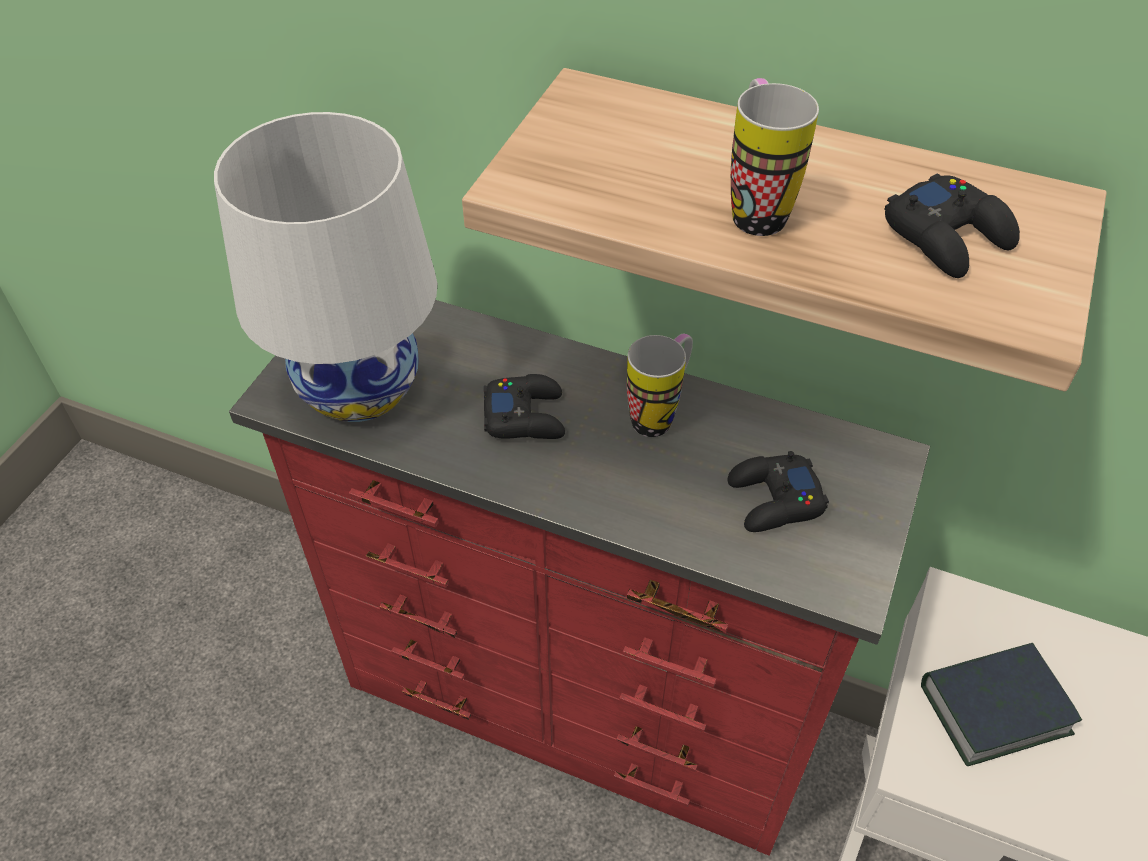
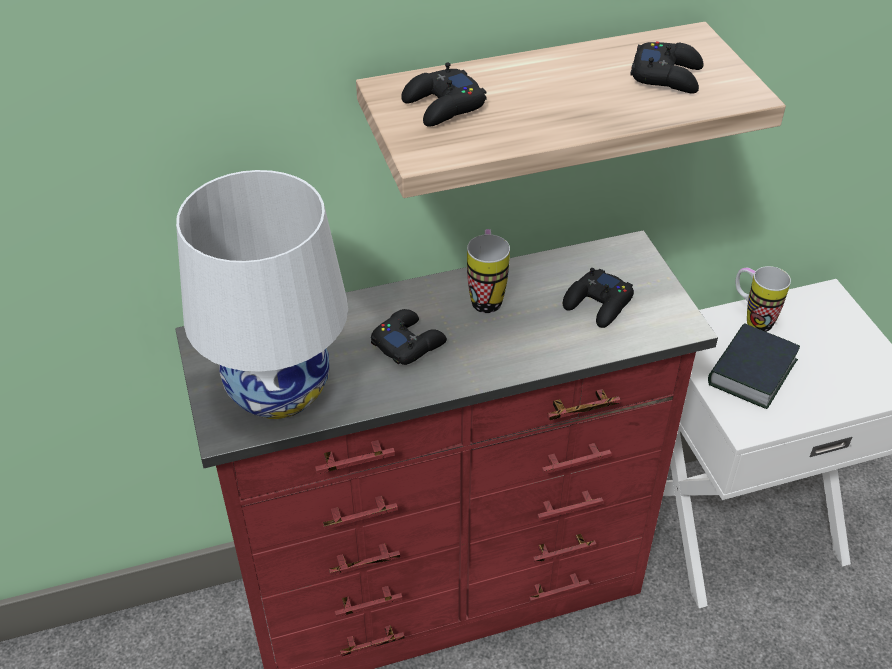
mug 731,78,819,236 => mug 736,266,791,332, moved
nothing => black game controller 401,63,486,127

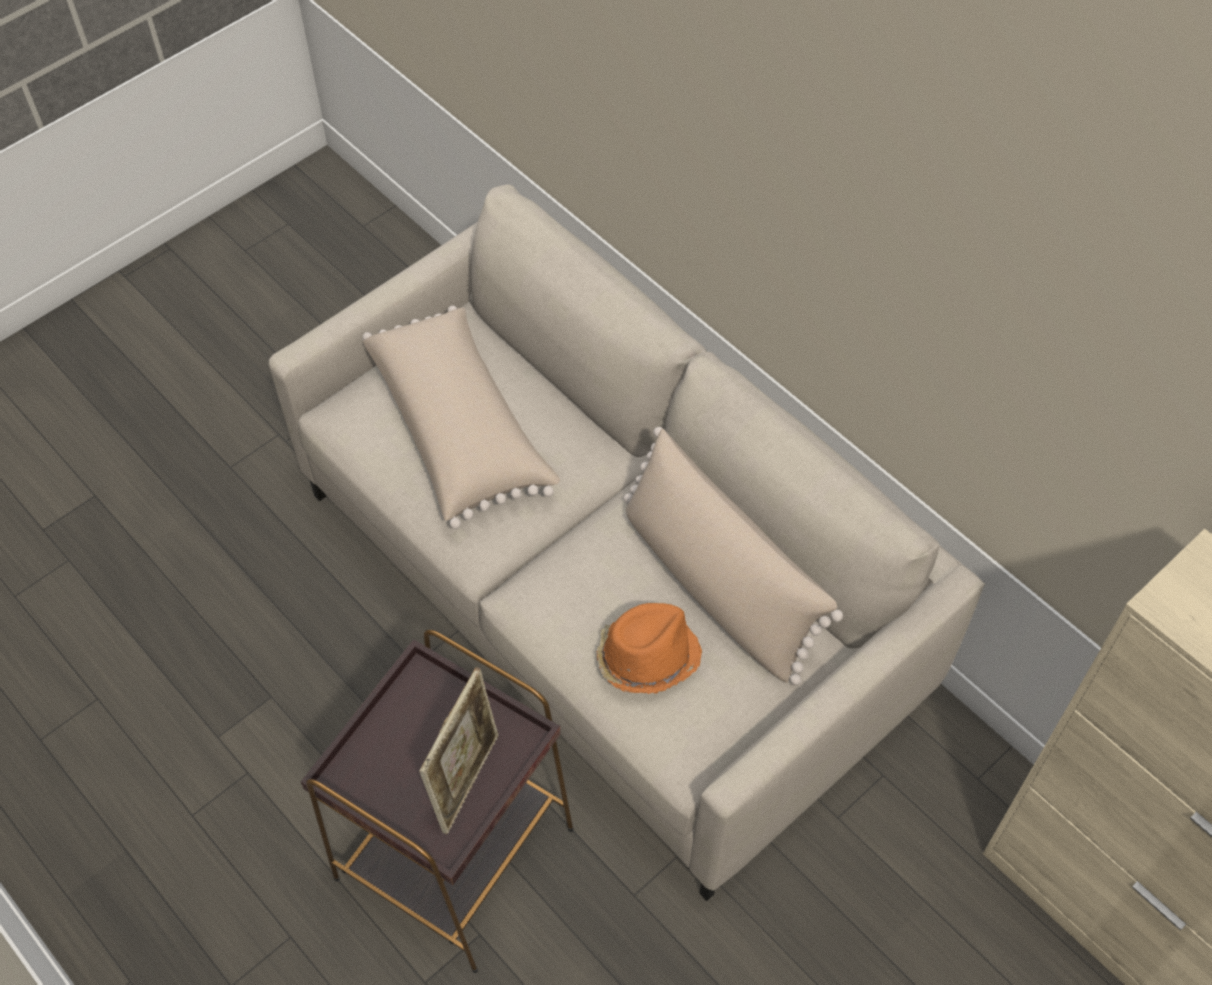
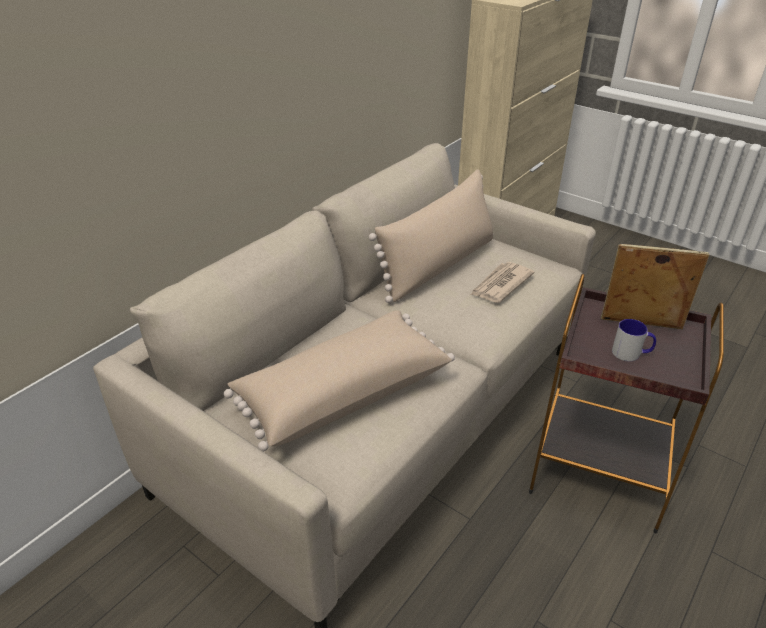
orange hat 596,603,702,694 => newspaper 470,262,534,303
nothing => mug 612,319,656,361

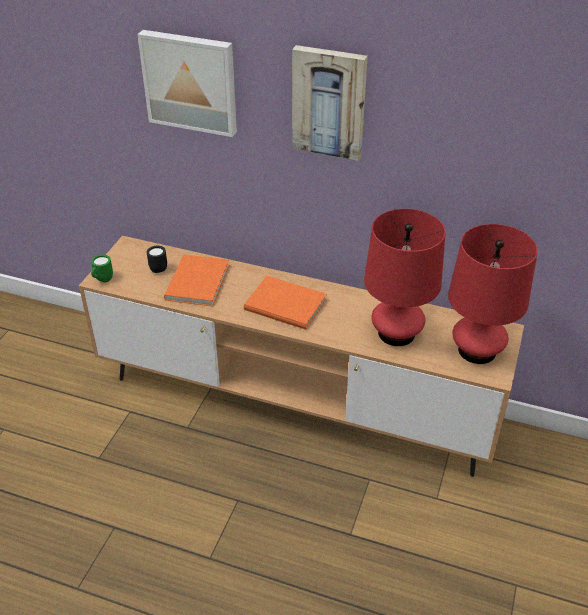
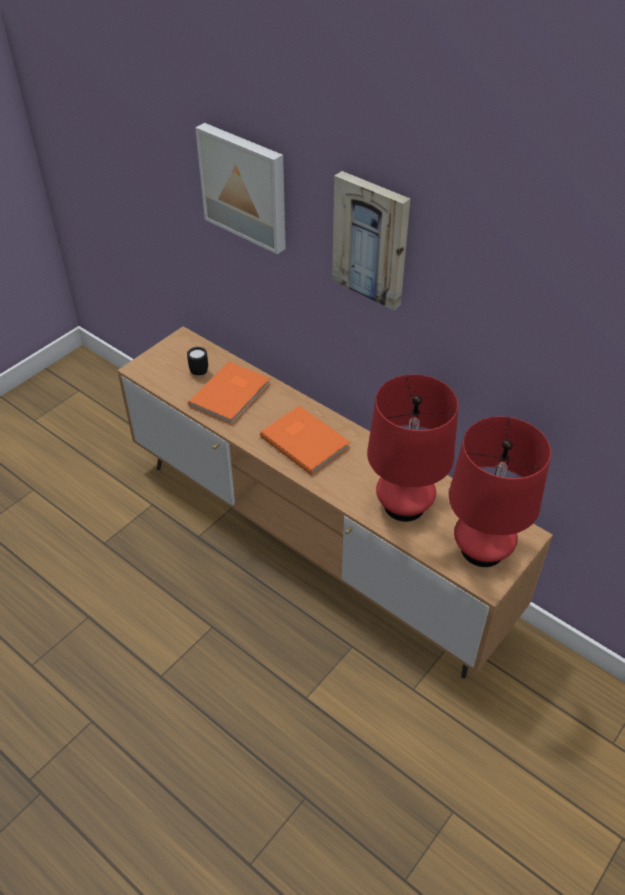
green mug 91,254,113,282 => nothing

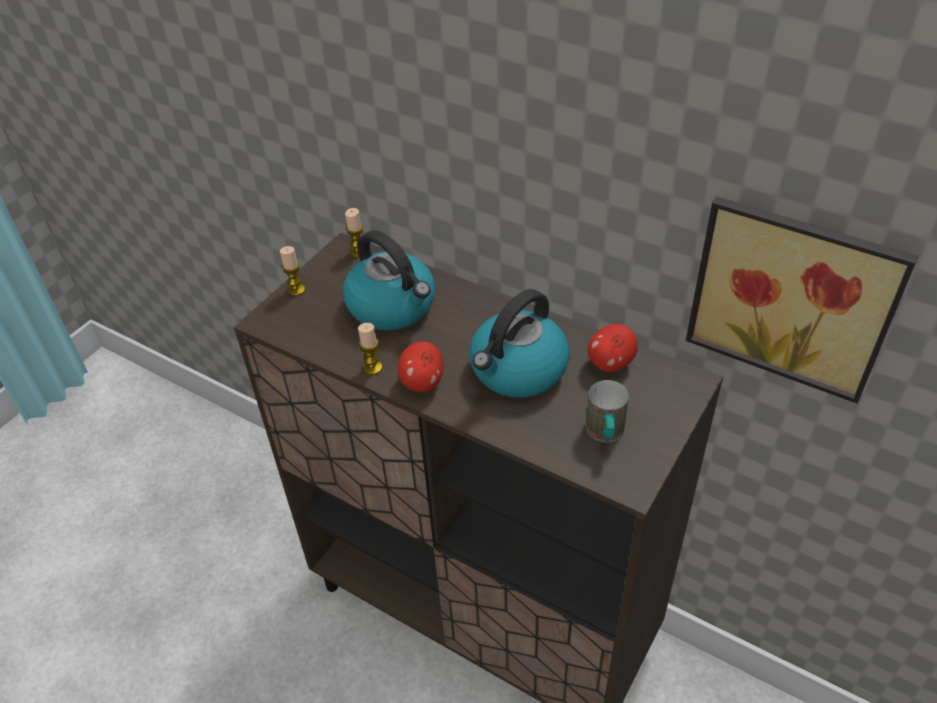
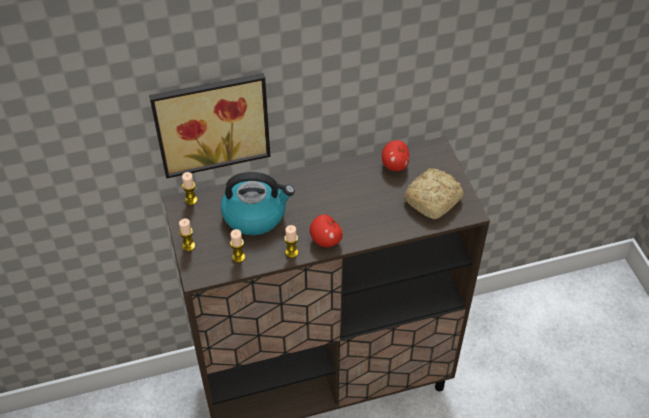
picture 686,197,918,403 => picture 149,73,270,179, moved
kettle 469,289,569,398 => nothing
mug 586,380,629,443 => bread 404,168,464,219
nothing => candle 230,229,245,263

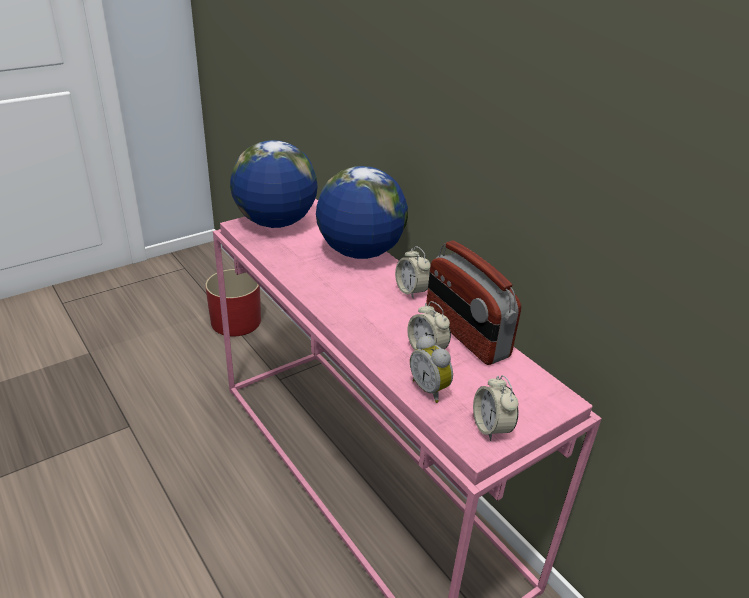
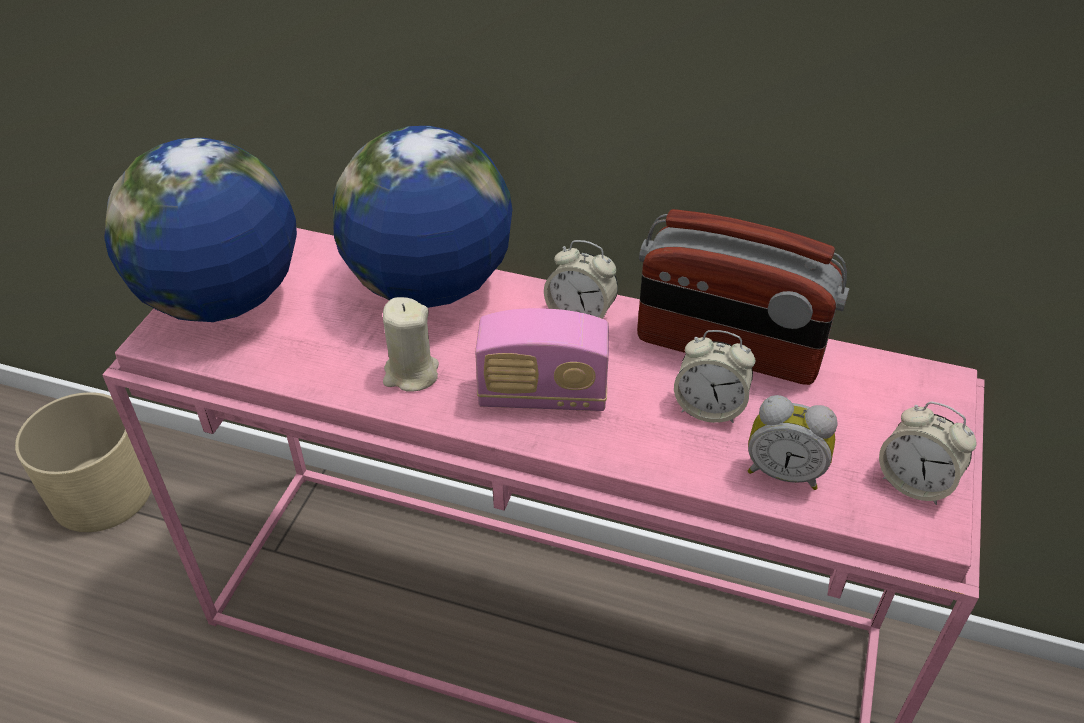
red planter 205,269,261,336 => beige planter 15,392,151,532
nothing => beige candle 383,297,439,392
nothing => radio 475,308,609,411

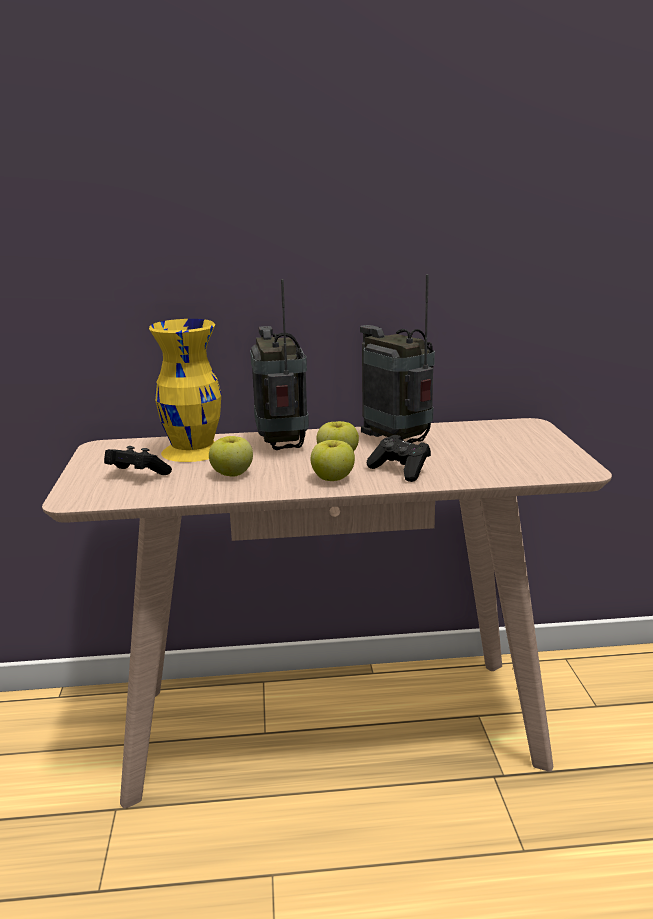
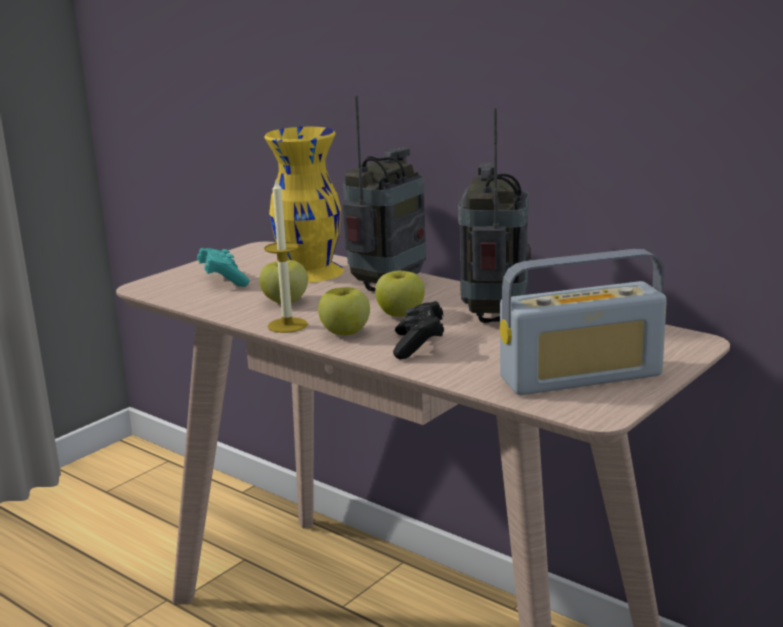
black game controller 104,446,172,475 => turquoise game controller 197,248,249,287
nothing => candle 264,178,308,333
nothing => radio 500,249,667,395

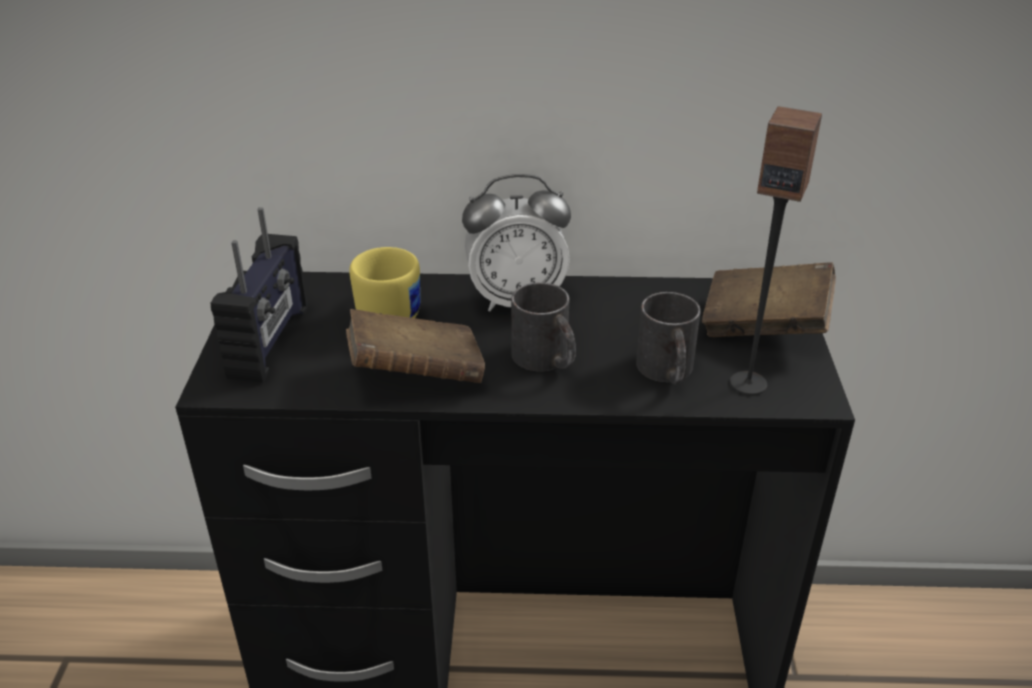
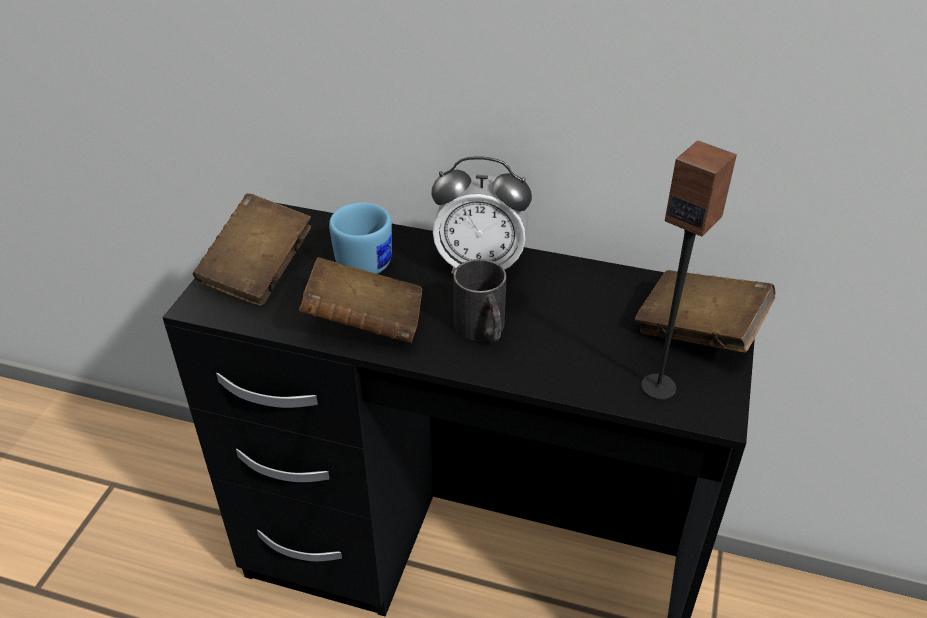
radio 211,207,308,383 => brown book 193,193,311,306
yellow mug 349,247,420,318 => blue mug 329,202,392,274
black mug 636,292,701,385 => nothing

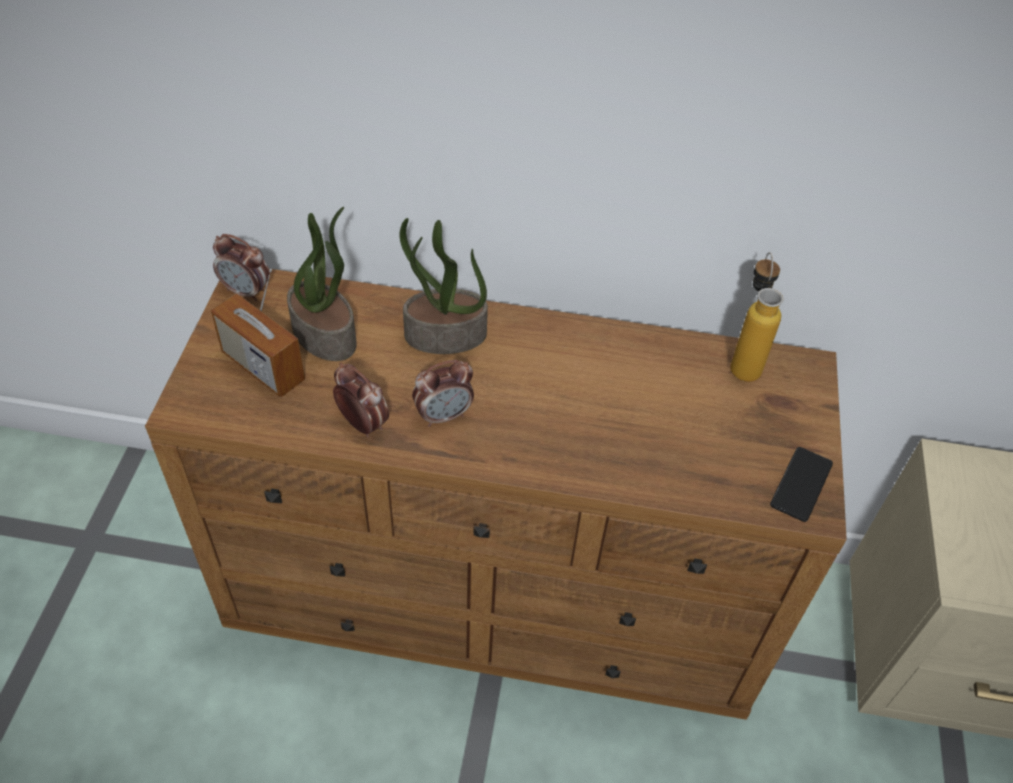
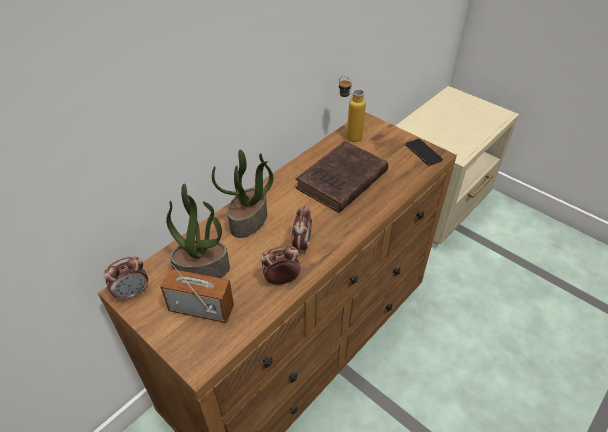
radio 211,269,305,397 => radio 160,259,234,323, 150 degrees counterclockwise
nothing => brown book 295,141,388,213

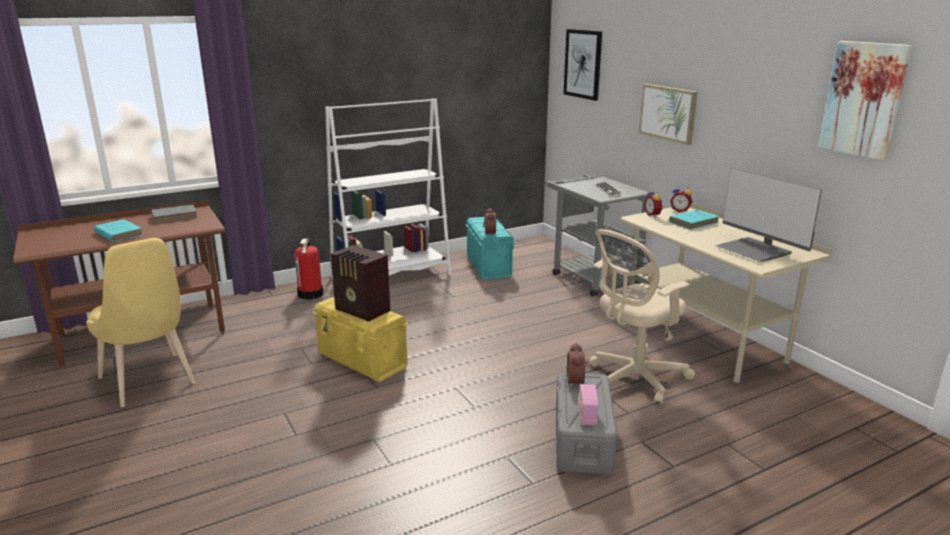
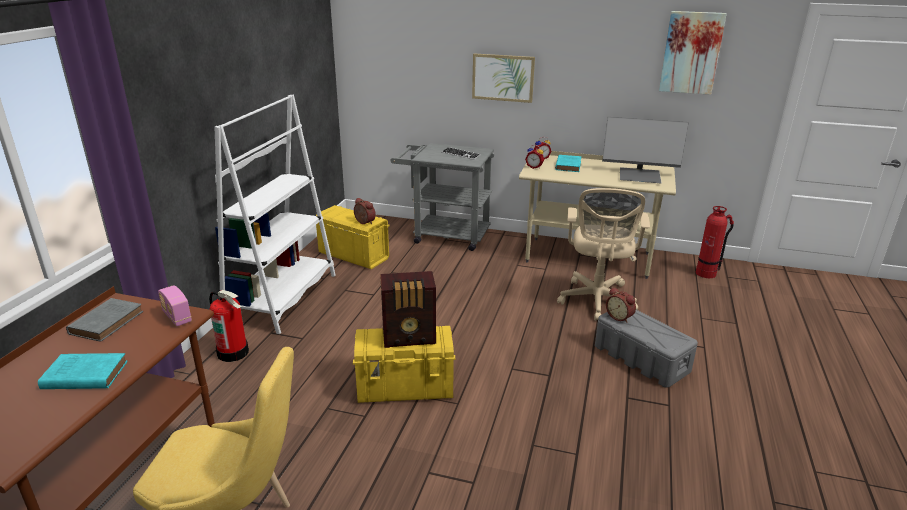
picture 563,29,602,101 => nothing
turquoise storage box 466,217,515,280 => yellow storage box 316,205,390,269
radio 578,384,598,425 => radio 158,285,192,326, moved
nothing => fire extinguisher 696,206,734,278

